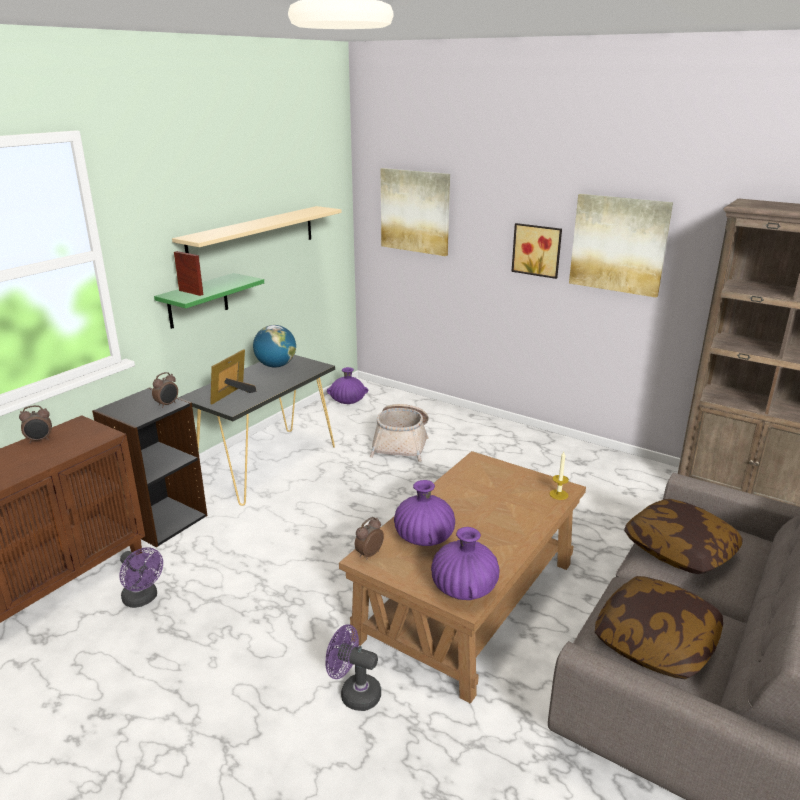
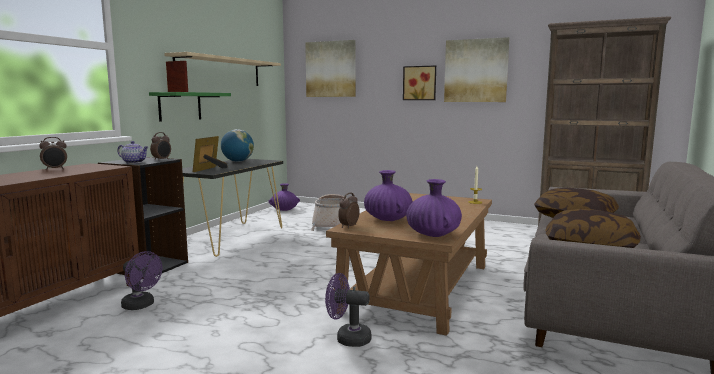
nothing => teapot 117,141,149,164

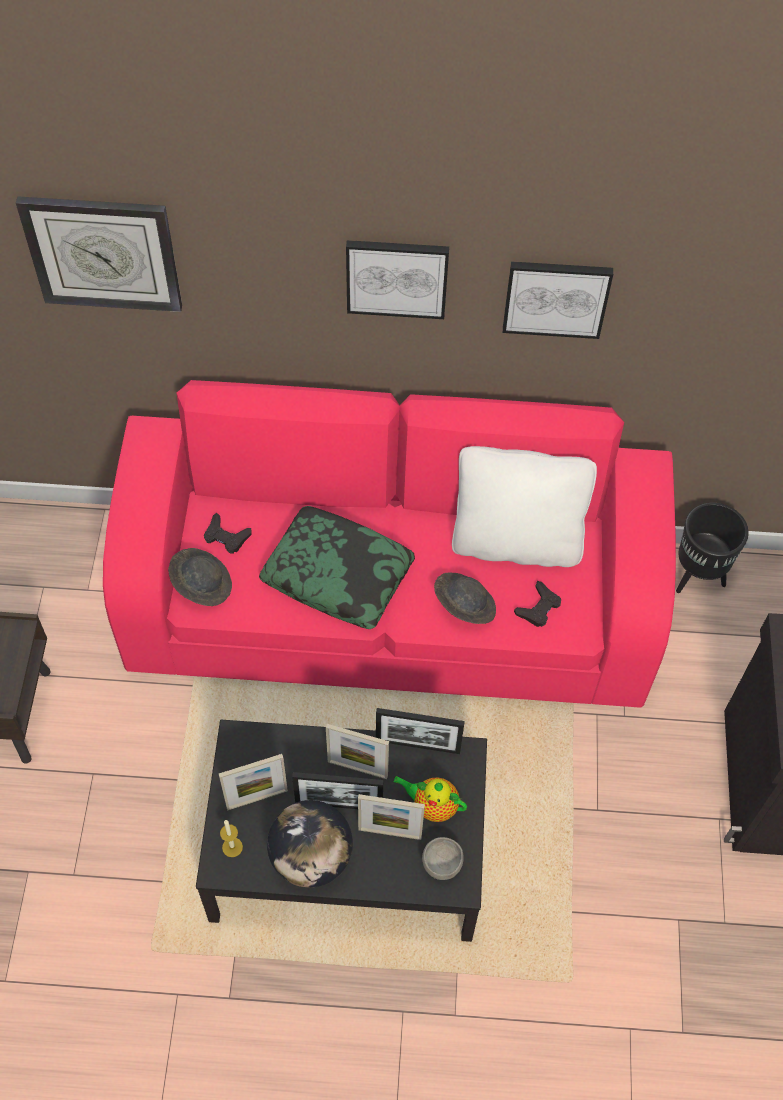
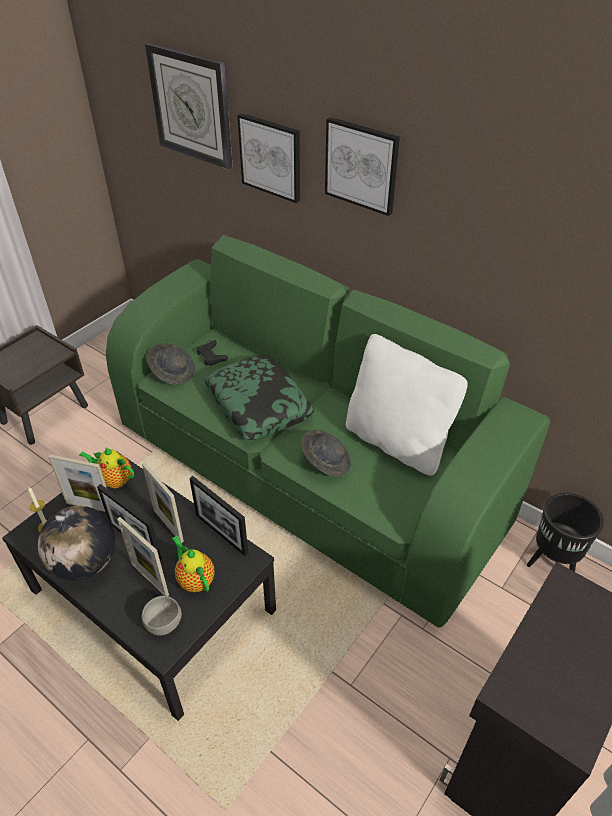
picture 503,261,613,339 => picture 237,113,300,203, moved
pink sofa 103,380,676,708 => green sofa 106,235,550,628
black game controller 514,581,561,627 => nothing
nothing => teapot 79,448,134,488

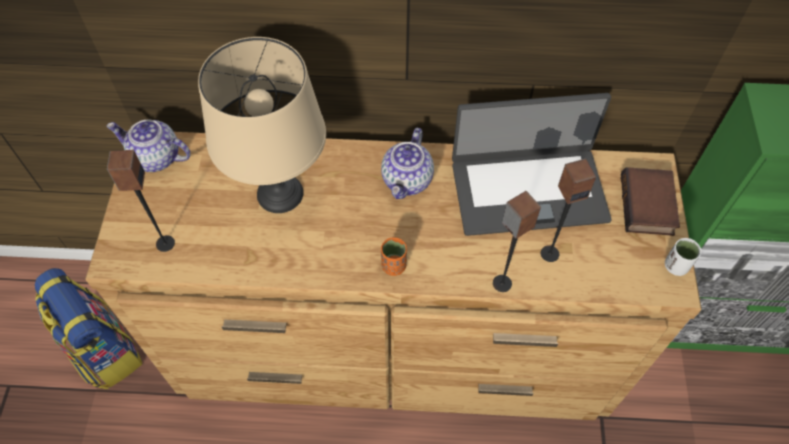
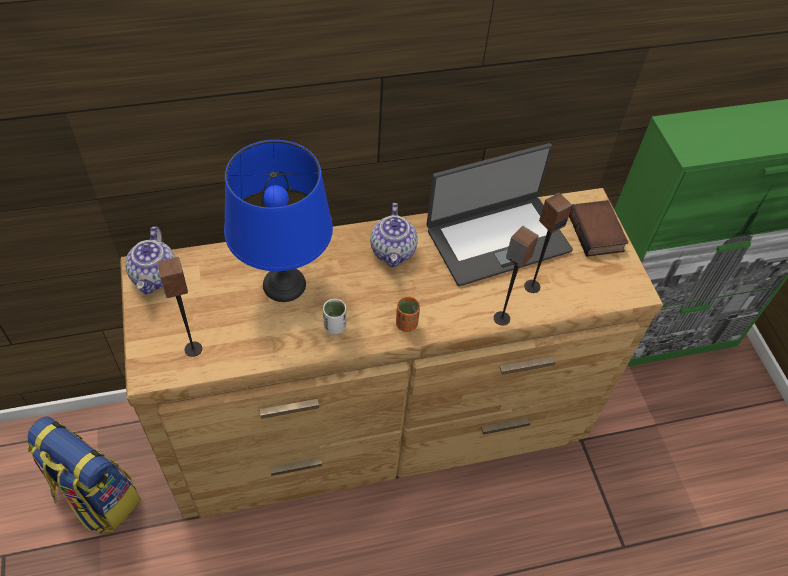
beige table lamp 198,37,326,213 => blue table lamp 224,140,333,302
teapot 106,120,191,172 => teapot 125,226,176,295, 90 degrees counterclockwise
white cup 665,238,702,276 => white cup 323,299,346,334, moved

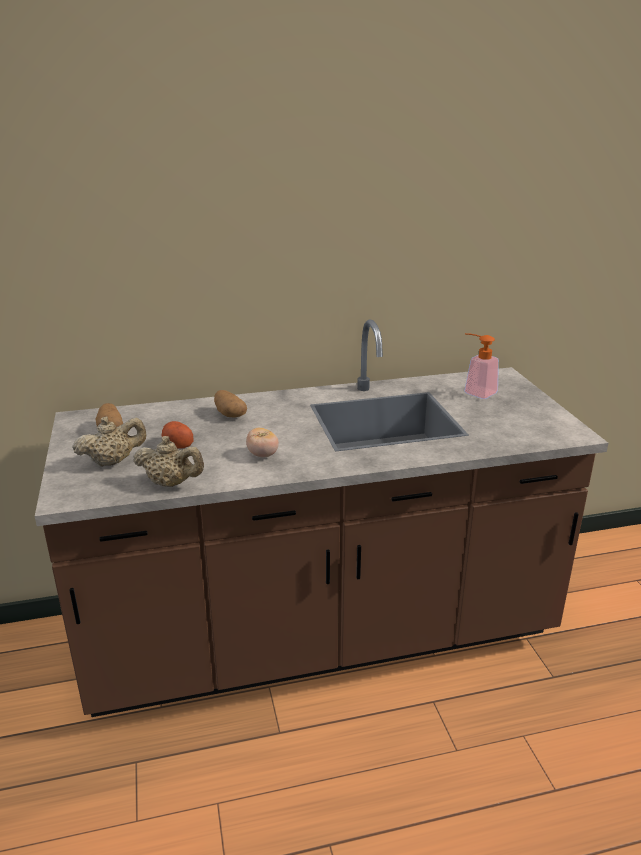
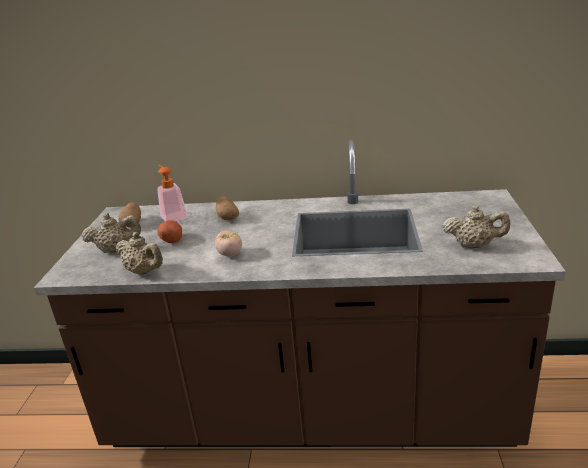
soap dispenser 464,333,499,399 => soap dispenser 157,165,187,221, moved
nothing => beige teapot 442,205,510,248

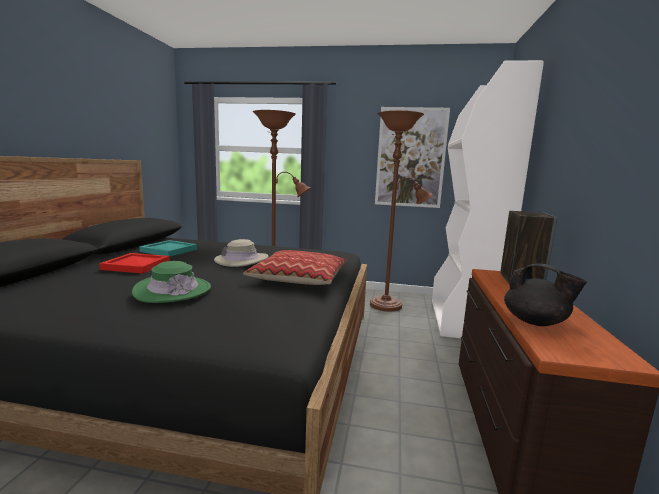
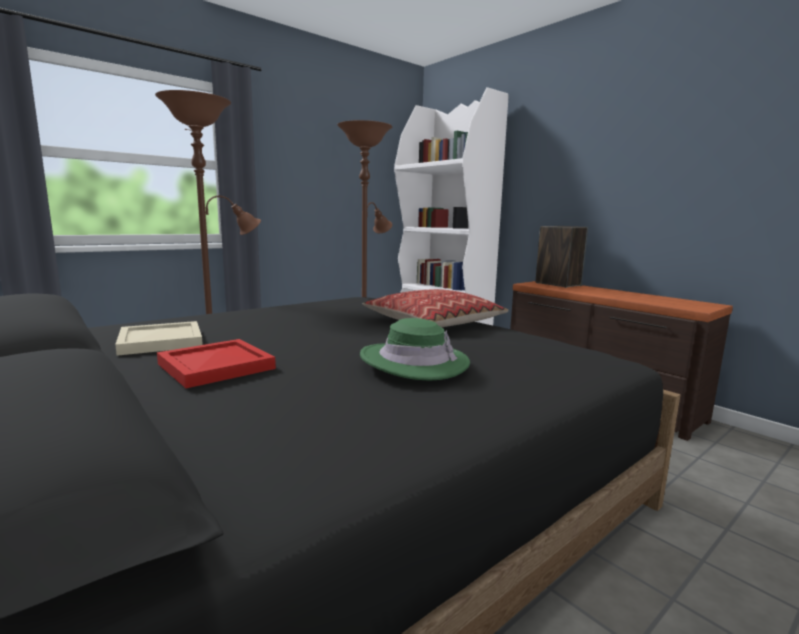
picture 375,107,450,208 => nothing
beige hat 214,239,268,267 => nothing
turquoise tray 139,240,197,256 => beige tray 115,321,203,356
black teapot 504,263,587,326 => nothing

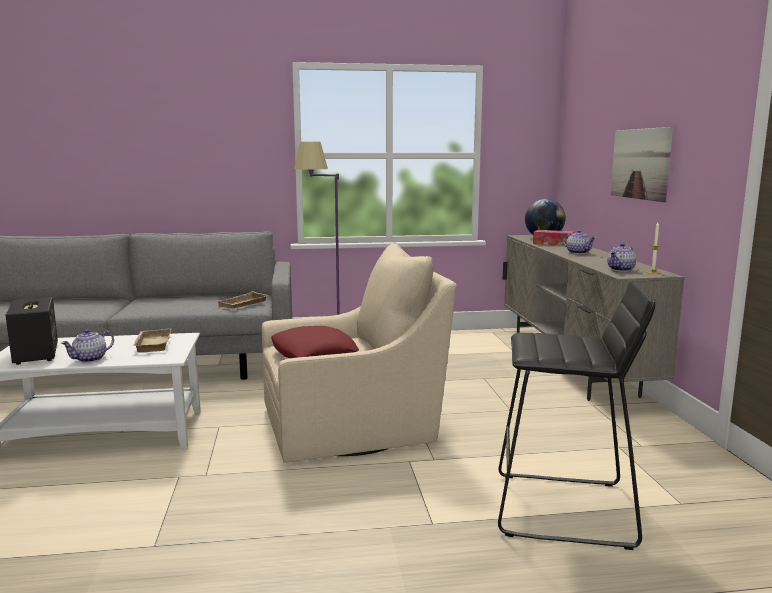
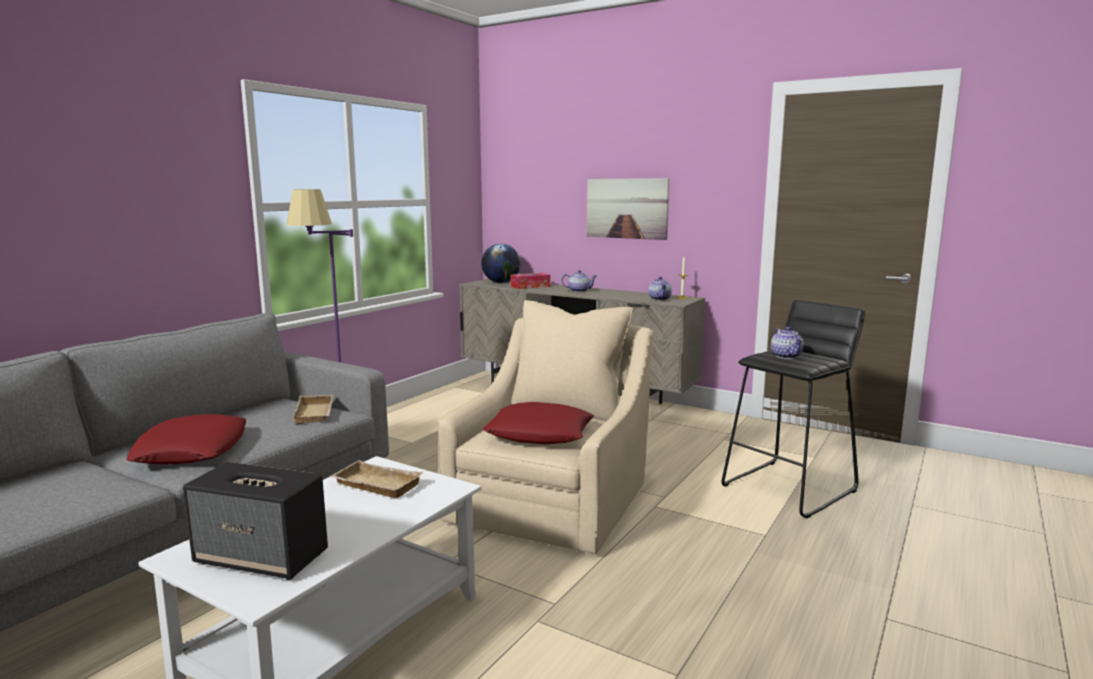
teapot 61,329,114,363 => teapot 771,327,804,359, moved
nothing => red pillow 126,414,246,465

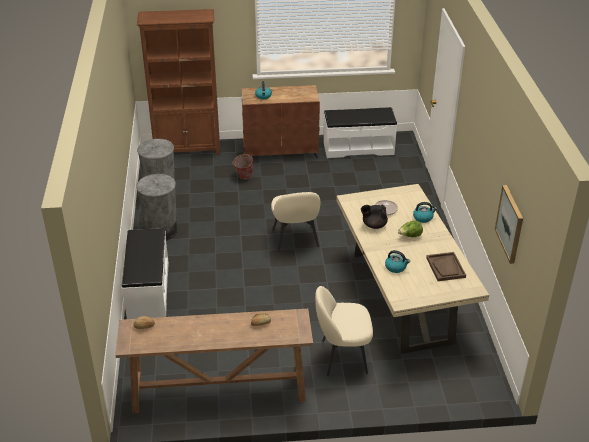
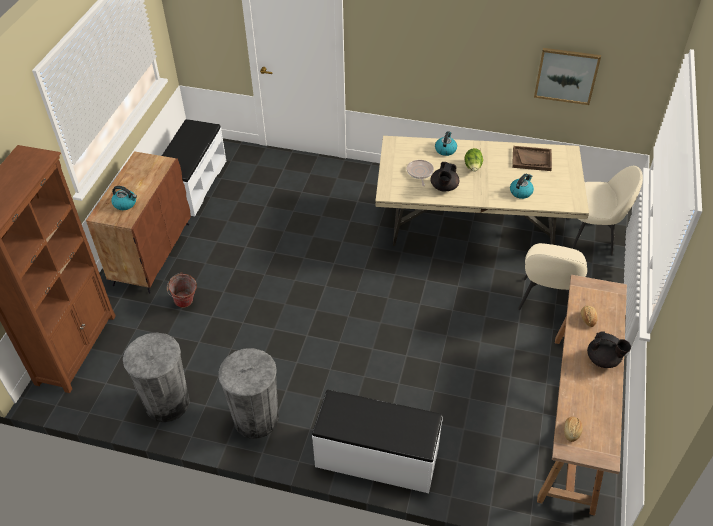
beige chair 271,192,321,252 => beige chair 571,166,643,256, moved
nothing => black teapot 587,331,631,368

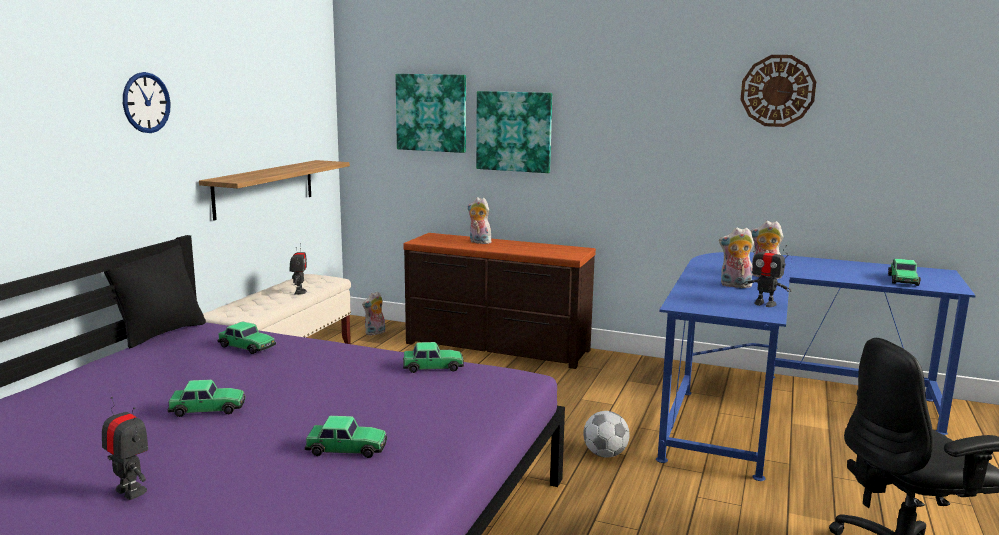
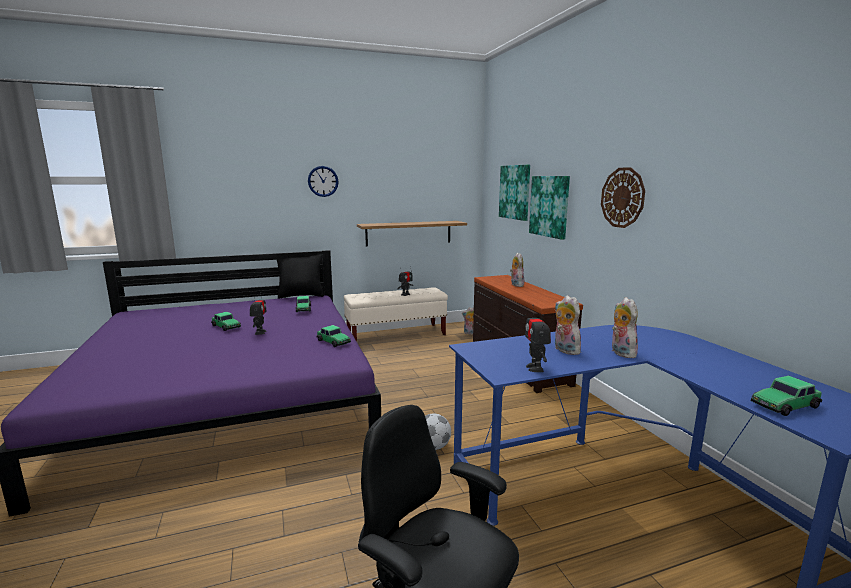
wall clock 741,55,816,127 => wall clock 601,167,645,228, moved
toy robot 102,397,148,500 => toy robot 250,292,267,335, moved
toy car 305,416,387,458 => nothing

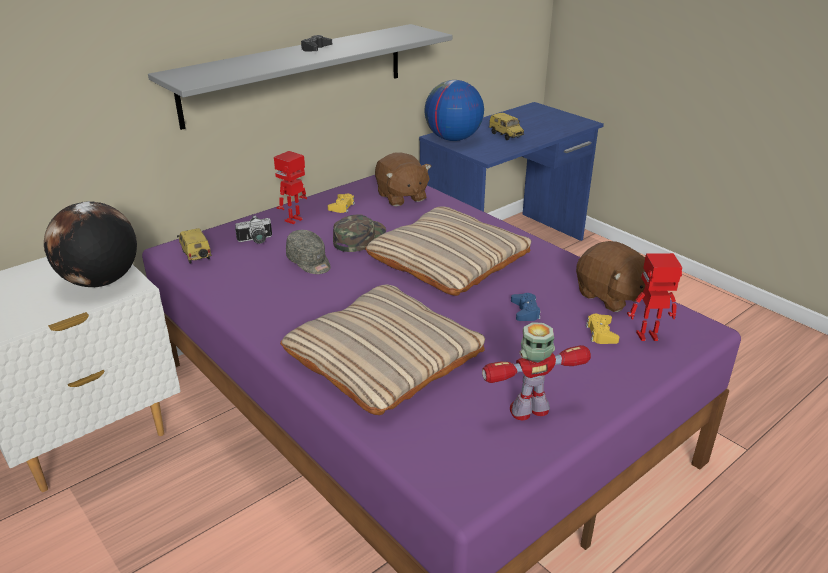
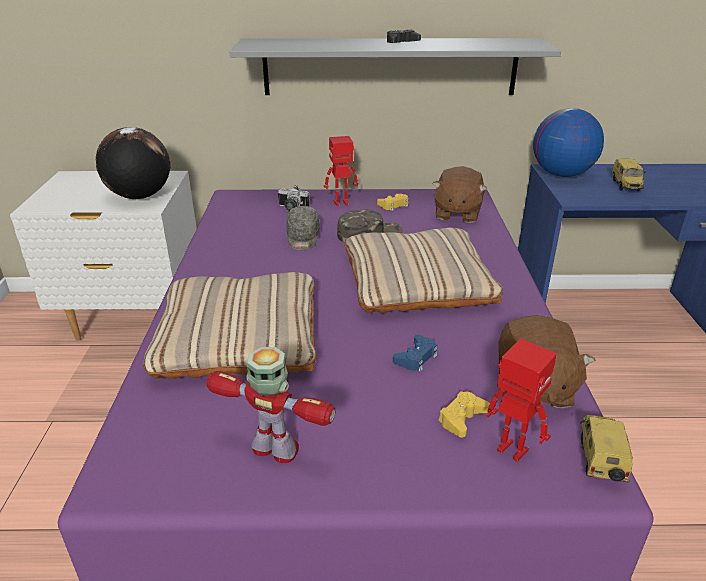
toy car 177,228,212,264 => toy car 580,415,633,483, moved

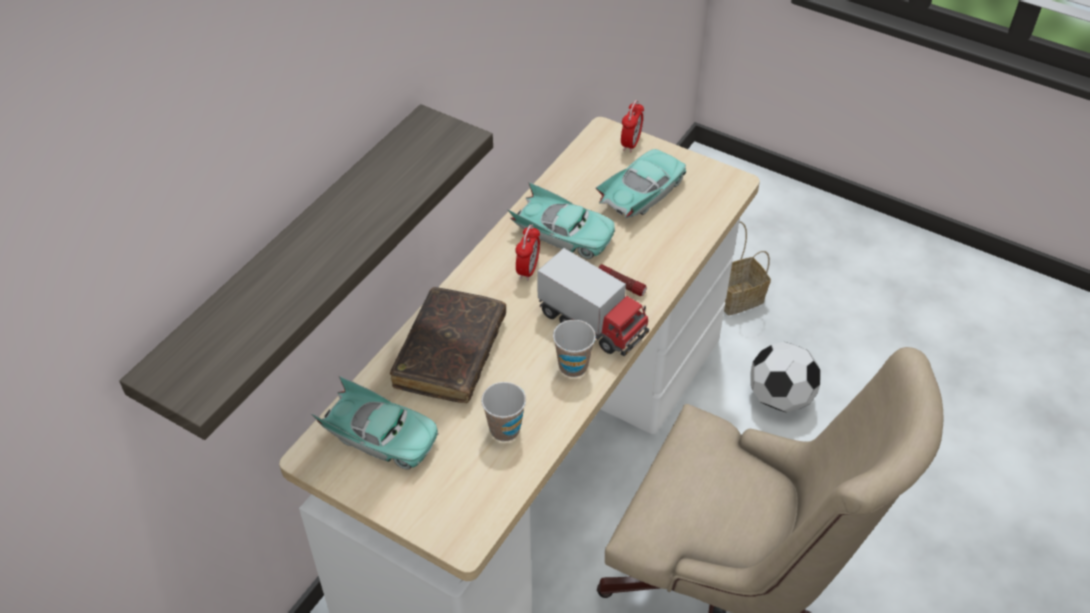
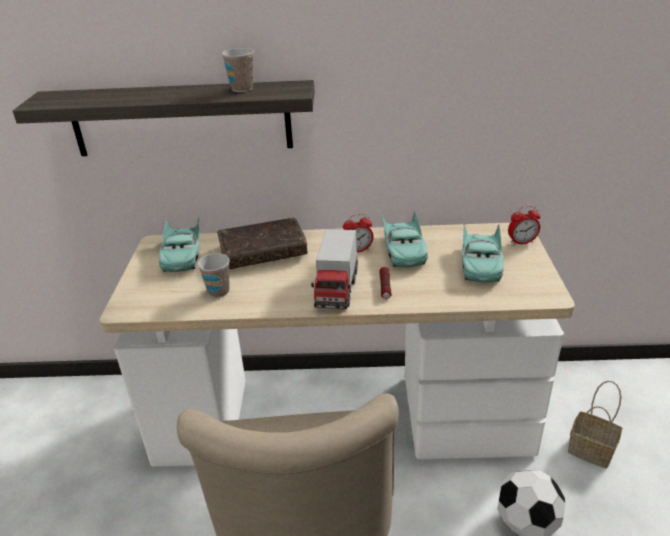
turquoise toy car 596,149,686,218 => turquoise toy car 462,224,504,282, 90 degrees clockwise
cup 553,320,596,377 => cup 222,48,254,92, moved

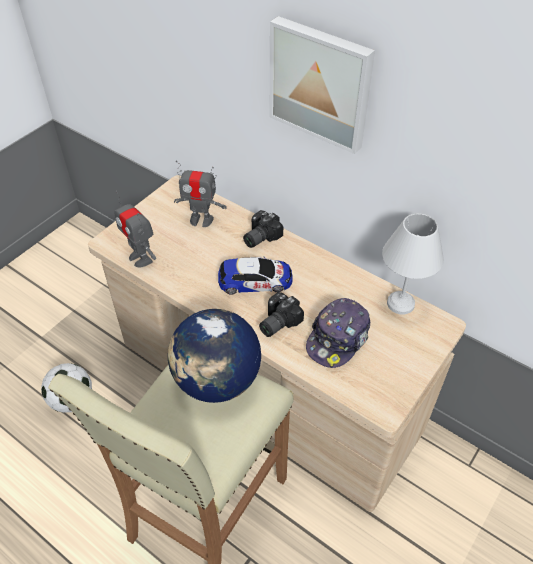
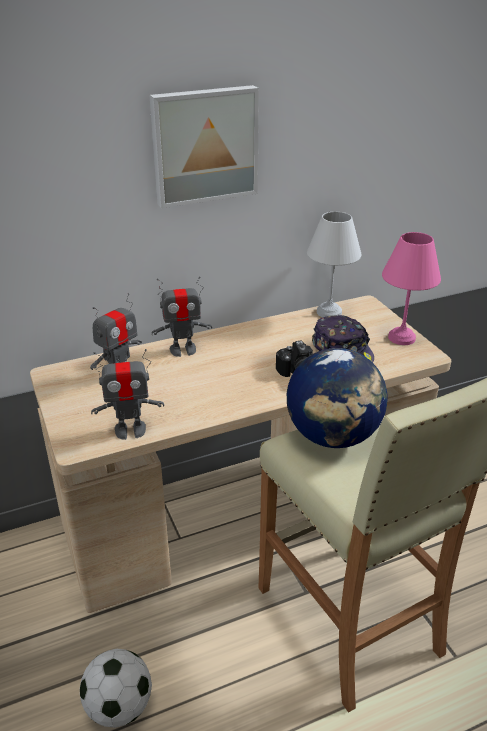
photo camera 243,210,283,248 => toy robot 151,276,212,357
toy car 218,256,293,295 => nothing
nothing => pink table lamp 382,232,441,345

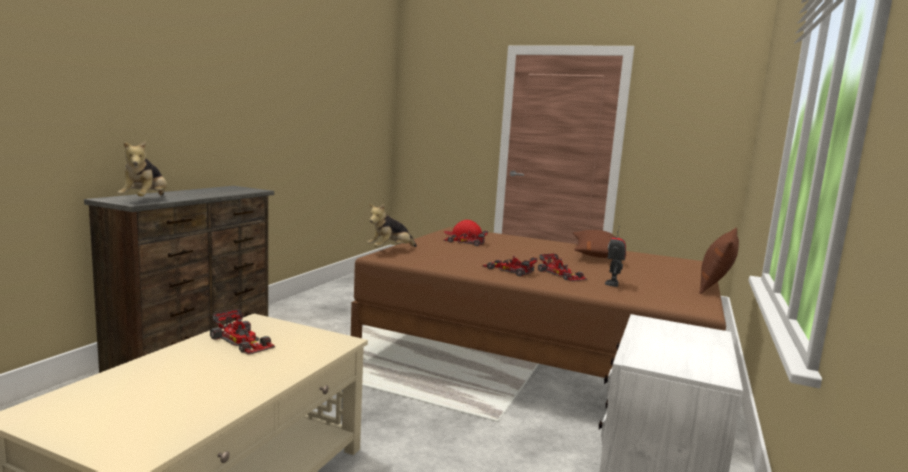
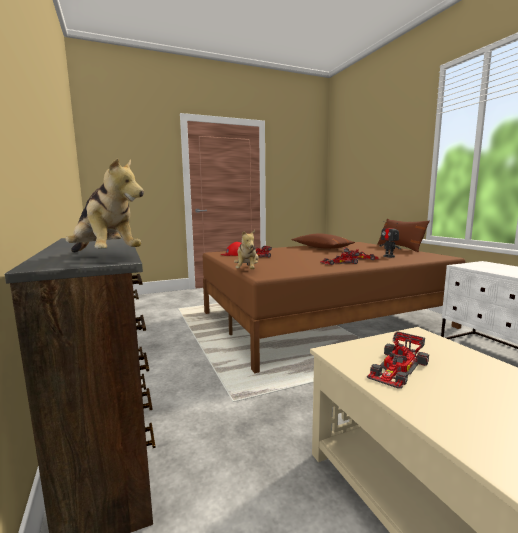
toy car 210,309,275,355 => toy car 367,331,429,389, 135 degrees clockwise

